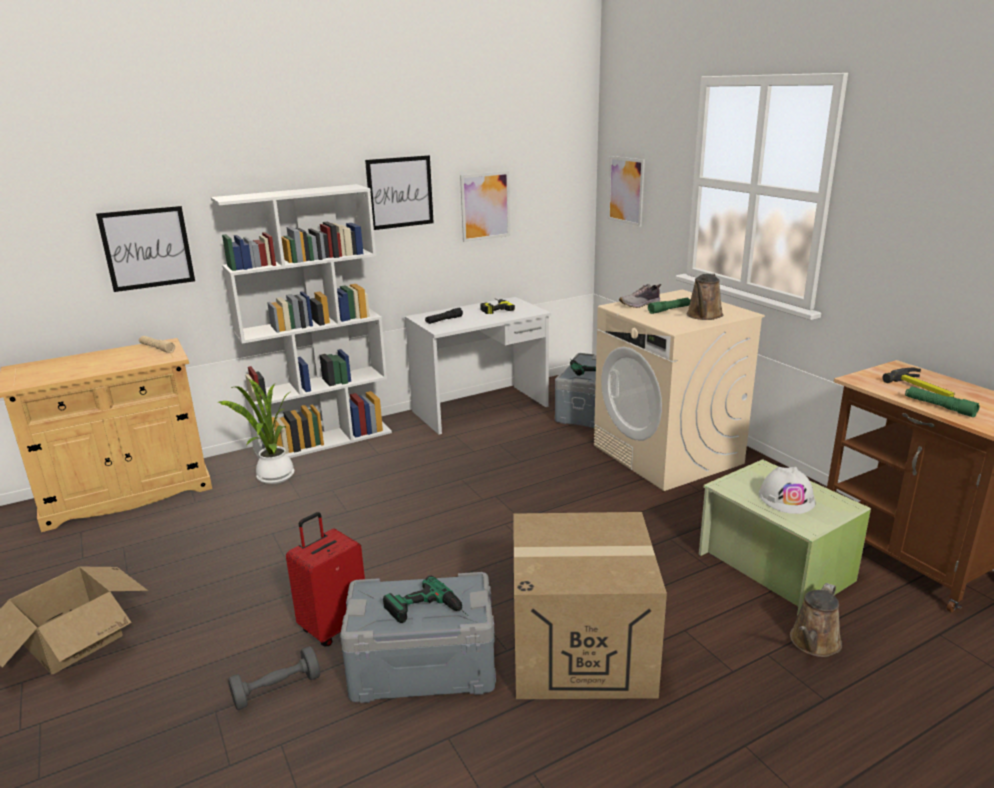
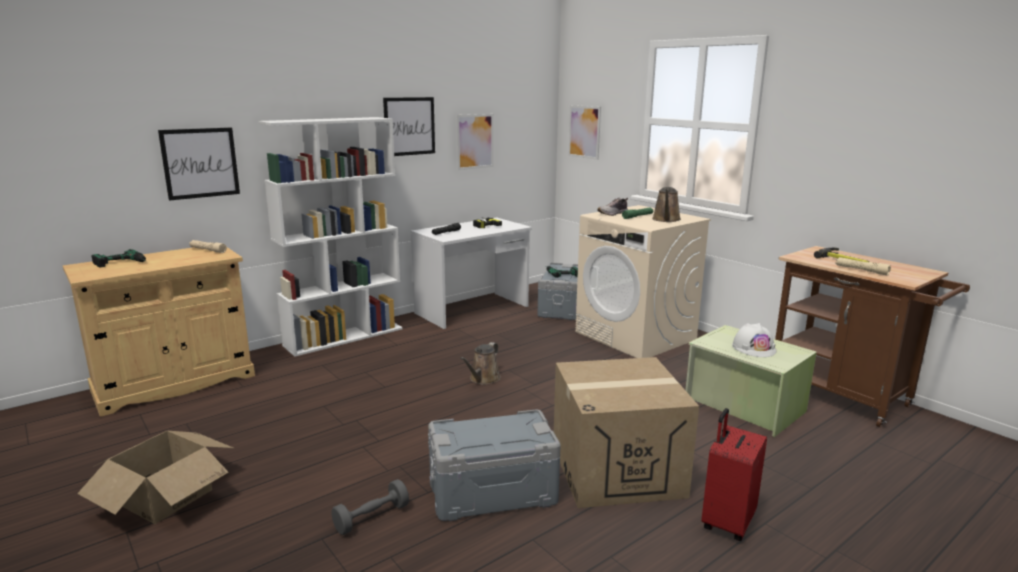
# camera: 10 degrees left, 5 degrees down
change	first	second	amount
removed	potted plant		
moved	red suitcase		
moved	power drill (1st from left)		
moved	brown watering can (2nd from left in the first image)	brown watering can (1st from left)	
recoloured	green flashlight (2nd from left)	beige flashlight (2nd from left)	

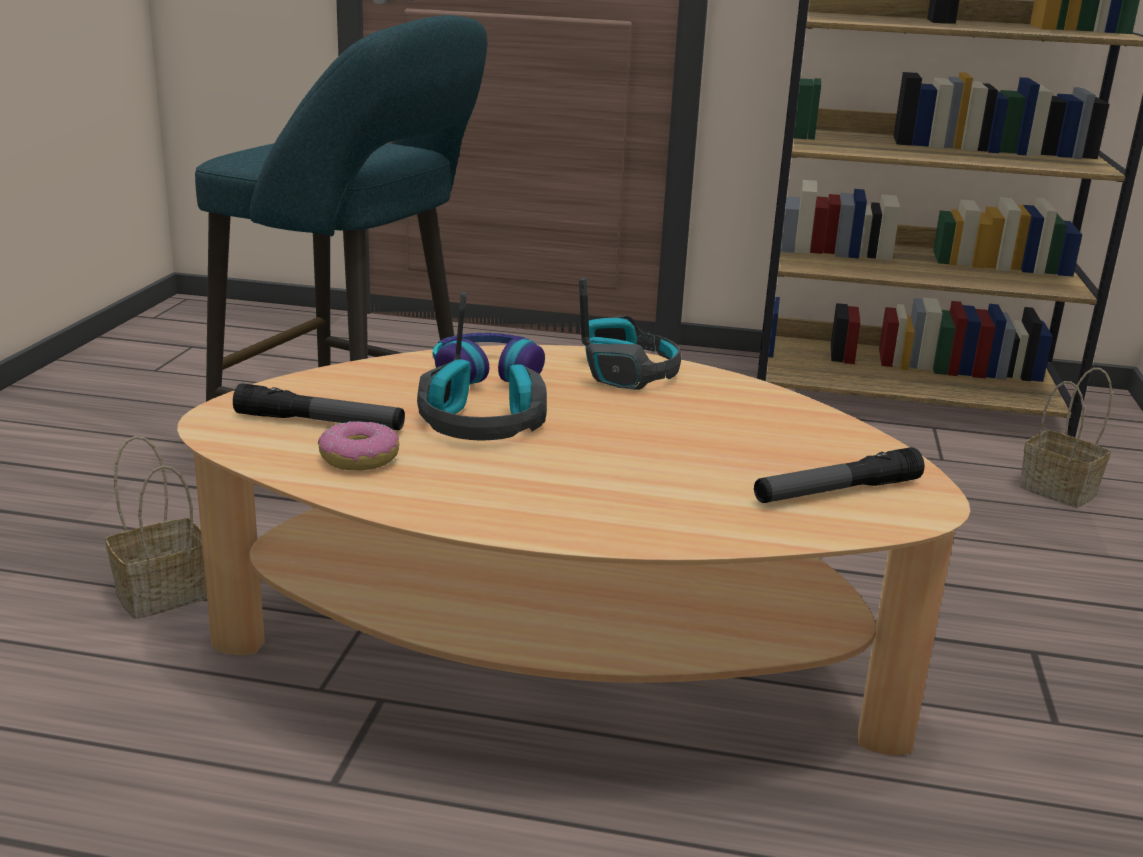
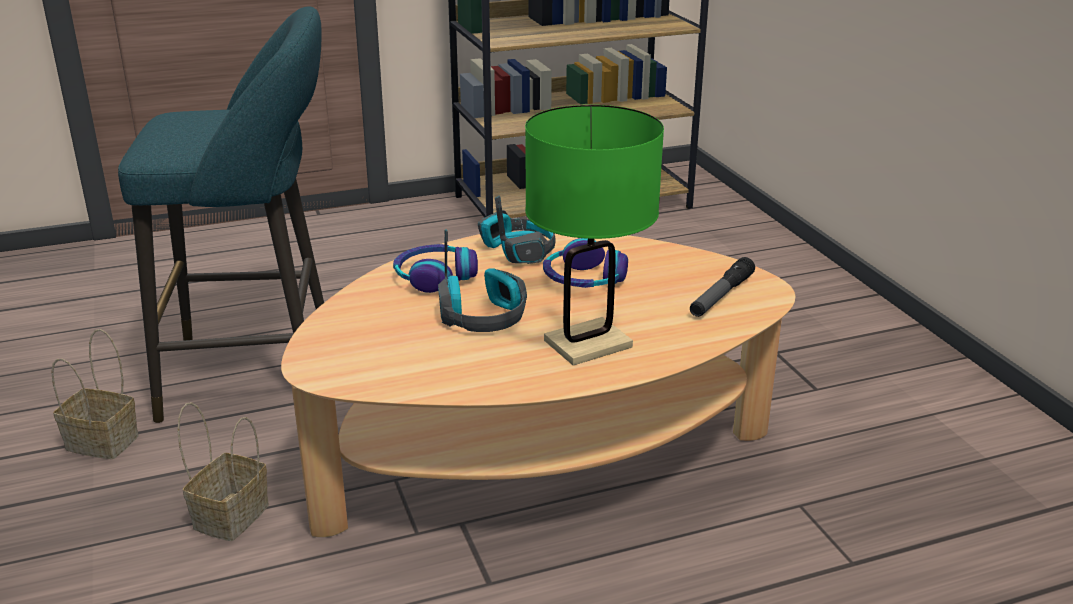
# camera: 30 degrees left, 5 degrees up
change	first	second	amount
removed	flashlight (1st from left)		
removed	donut		
moved	basket (2nd from left in the first image)	basket (1st from left)	
added		green table lamp	
added		headphones (4th from left)	

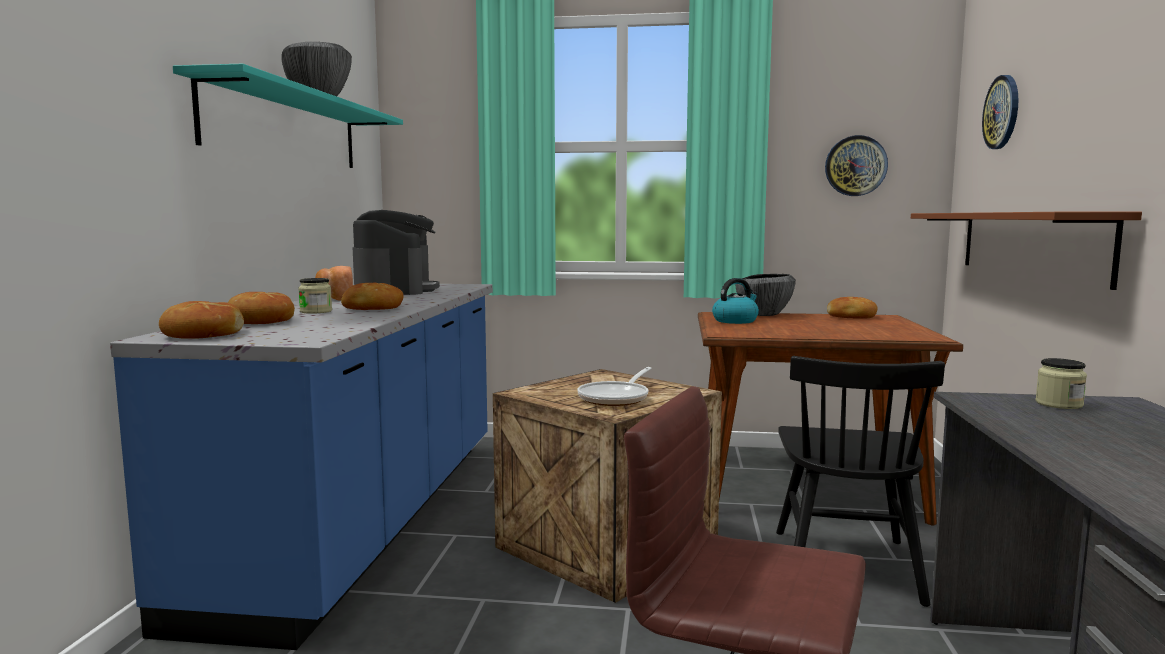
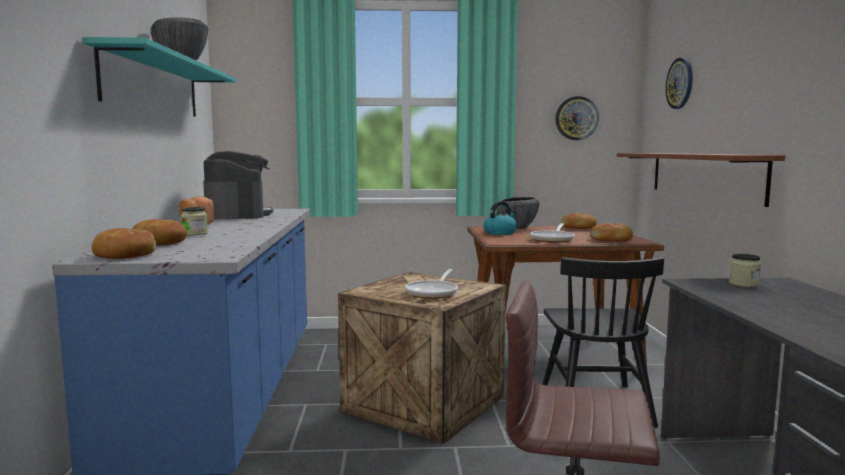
# camera: 10 degrees left, 0 degrees up
change	first	second	amount
moved	bread (4th from left in the first image)	bread (5th from left)	
added		frying pan (2nd from left)	

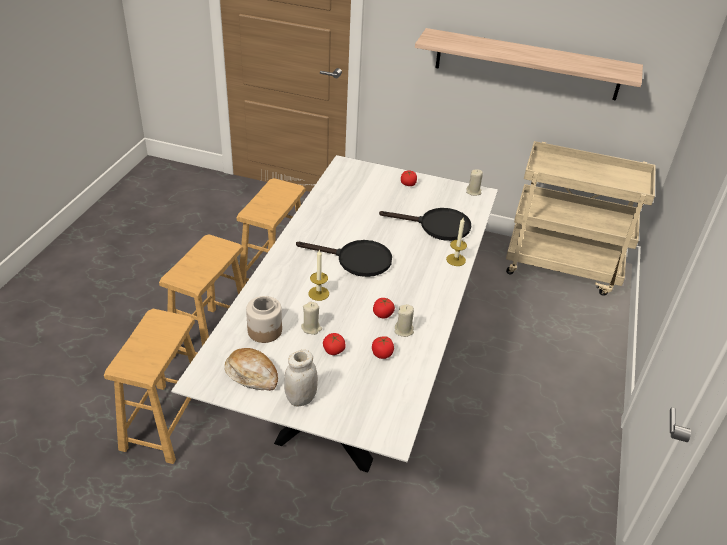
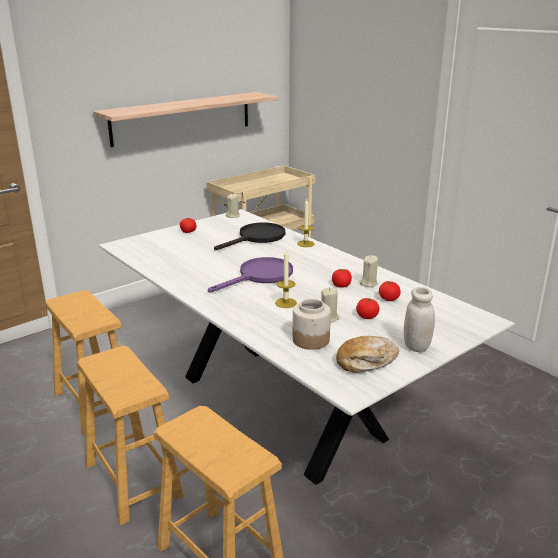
# camera: 55 degrees left, 15 degrees down
change	first	second	amount
recoloured	black frying pan (1st from left)	purple frying pan	

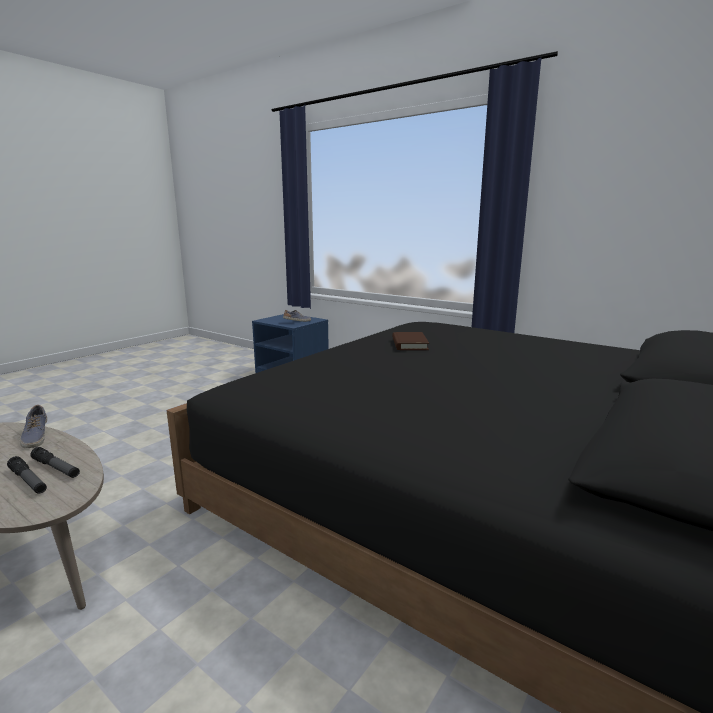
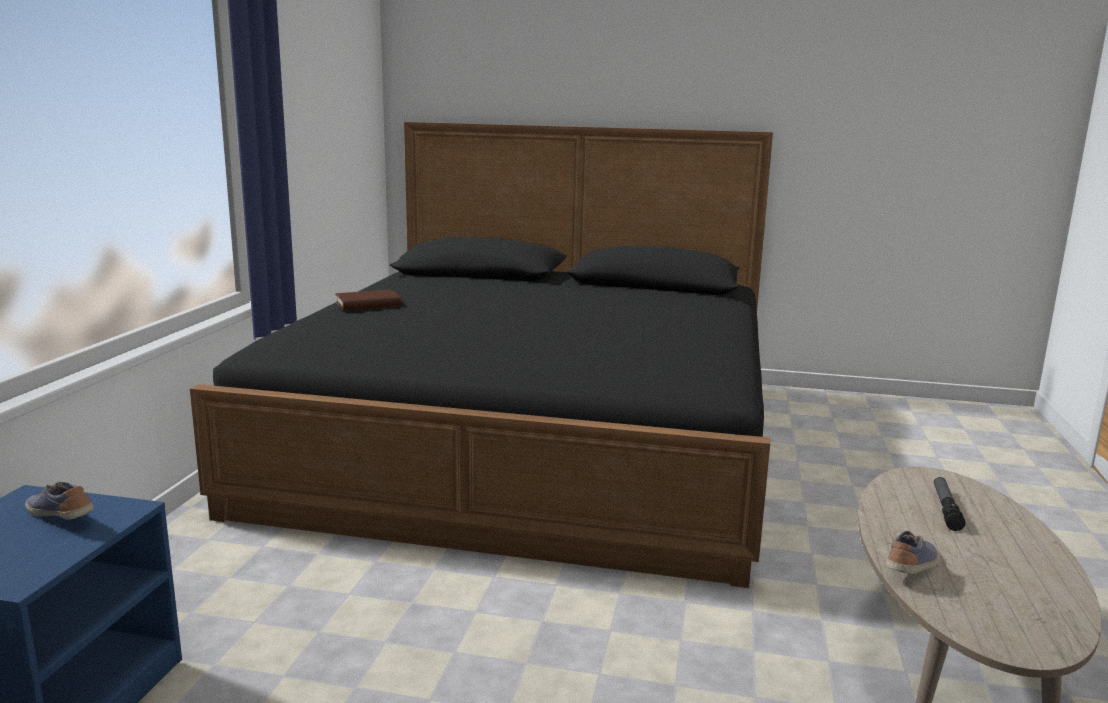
# camera: 115 degrees left, 0 degrees up
change	first	second	amount
removed	flashlight (2nd from left)		
moved	brown book		

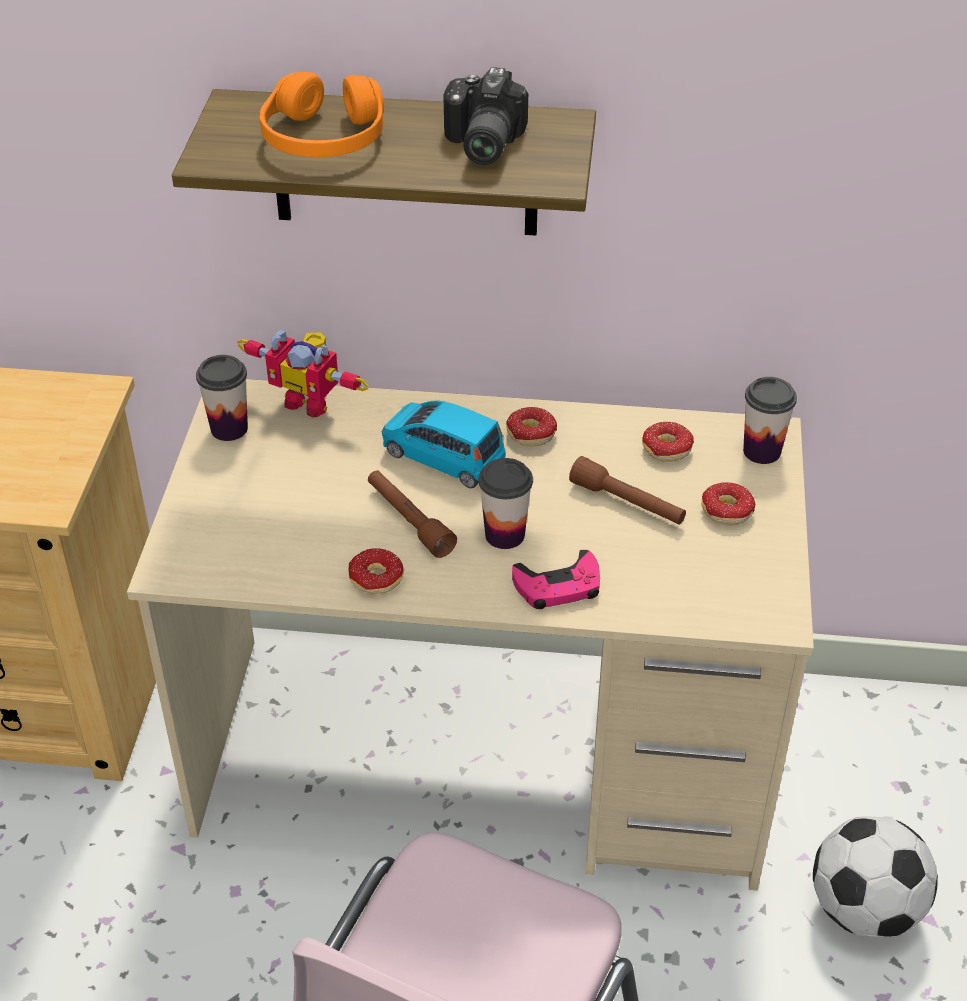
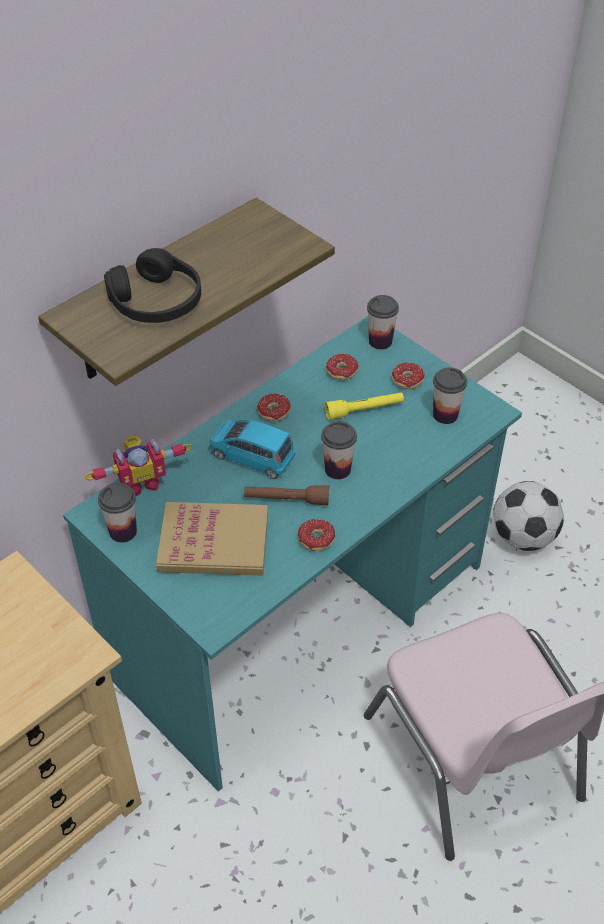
# camera: 50 degrees left, 5 degrees up
change	first	second	amount
recoloured	beige desk	turquoise desk	
recoloured	orange headphones	black headphones	
turned	blue toy car		45 degrees clockwise
removed	photo camera		
removed	pink game controller		
recoloured	brown flashlight (2nd from left)	yellow flashlight	
added		book	
added		cup (4th from left)	

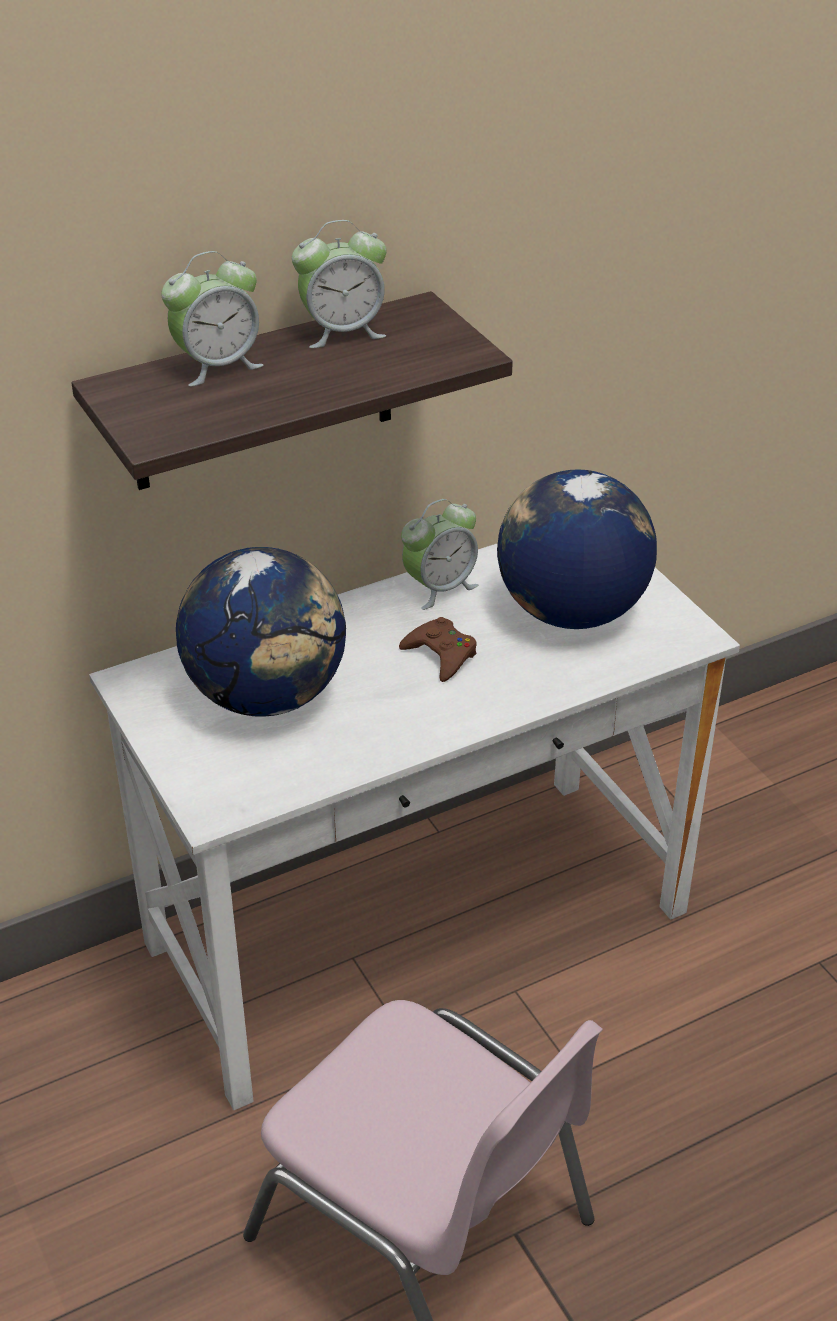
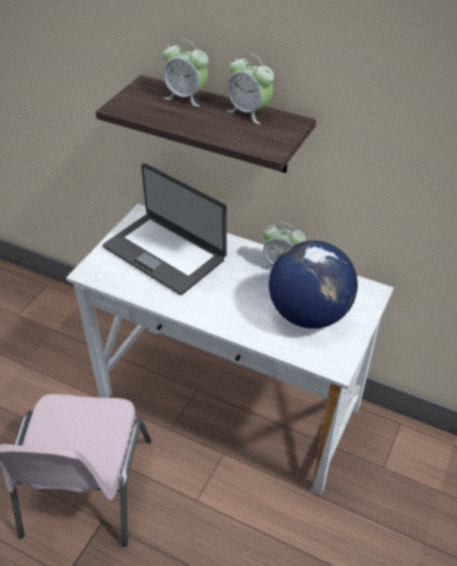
# camera: 55 degrees right, 5 degrees up
change	first	second	amount
replaced	globe (1st from left)	laptop	
removed	brown game controller		

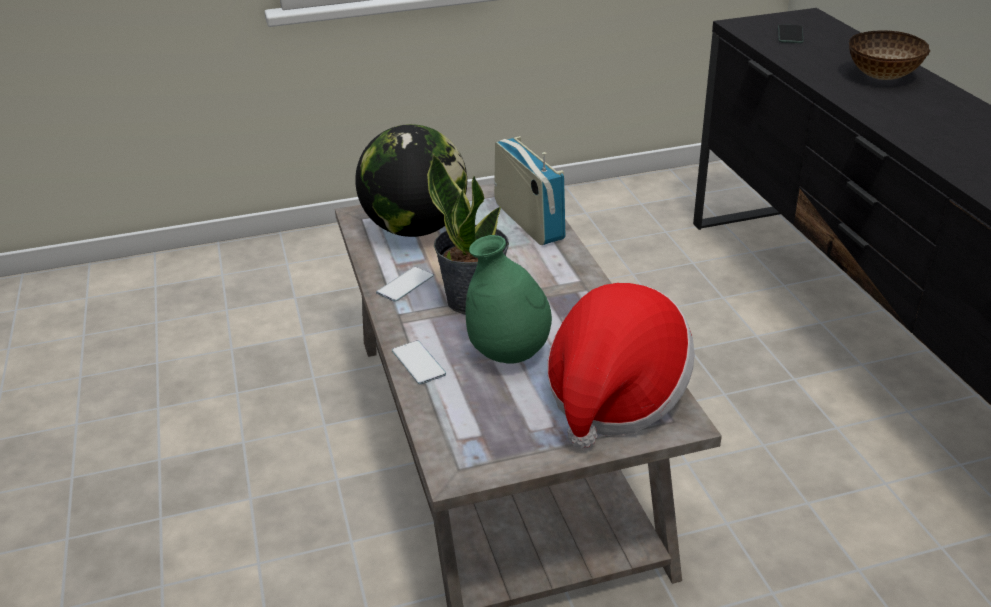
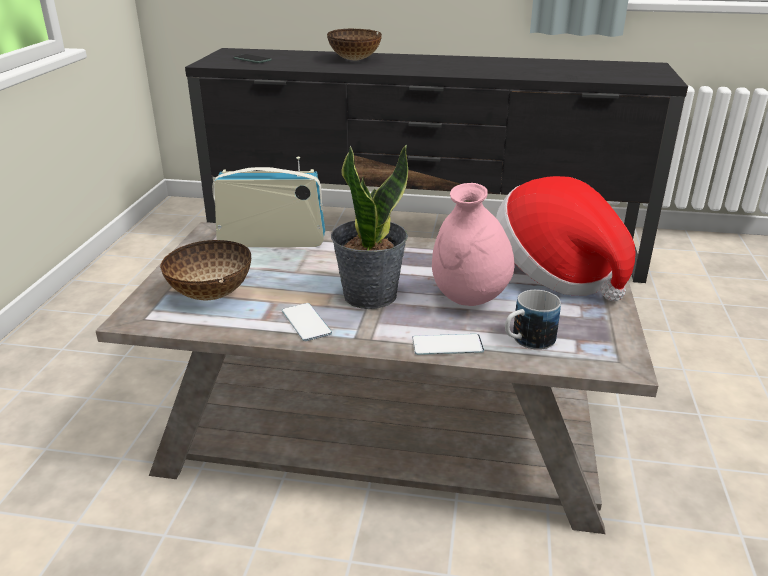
# camera: 65 degrees left, 5 degrees down
change	first	second	amount
replaced	globe	bowl (1st from left)	
recoloured	green vase	pink vase	
added		mug	

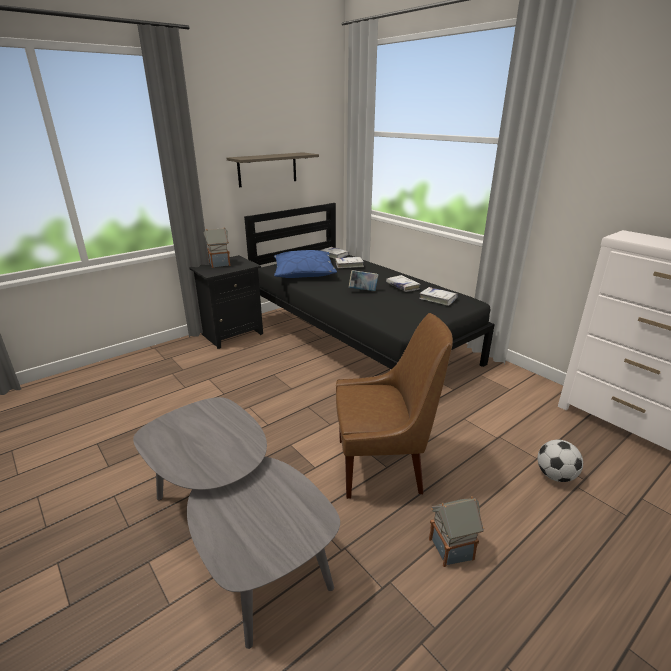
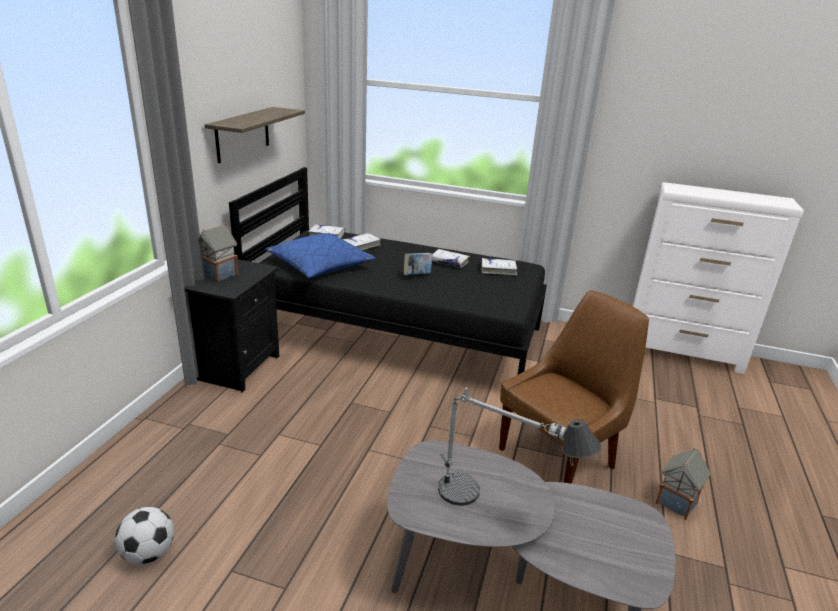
# camera: 35 degrees left, 0 degrees up
change	first	second	amount
moved	football		
added		table lamp	

